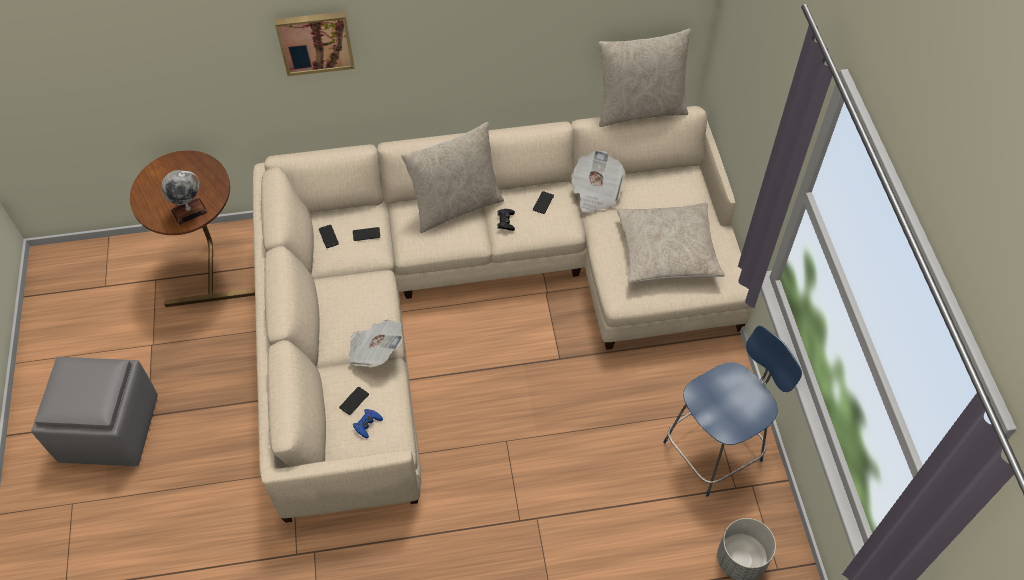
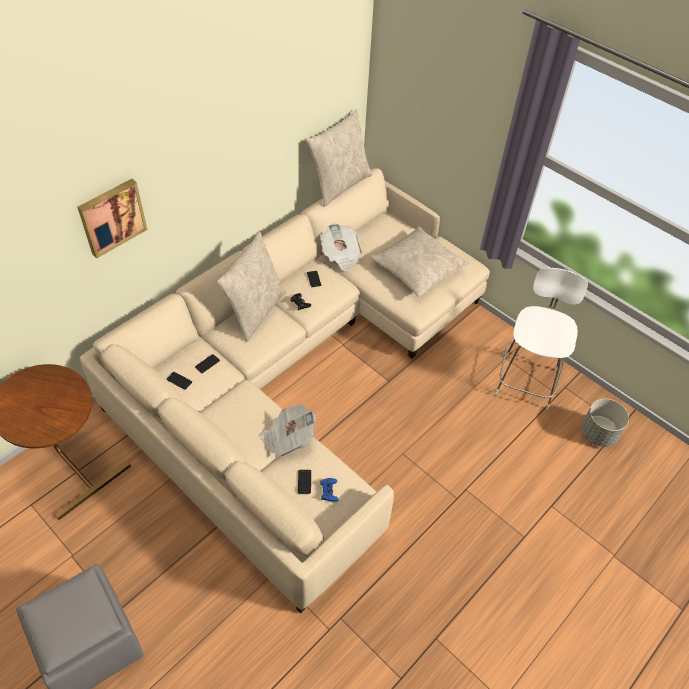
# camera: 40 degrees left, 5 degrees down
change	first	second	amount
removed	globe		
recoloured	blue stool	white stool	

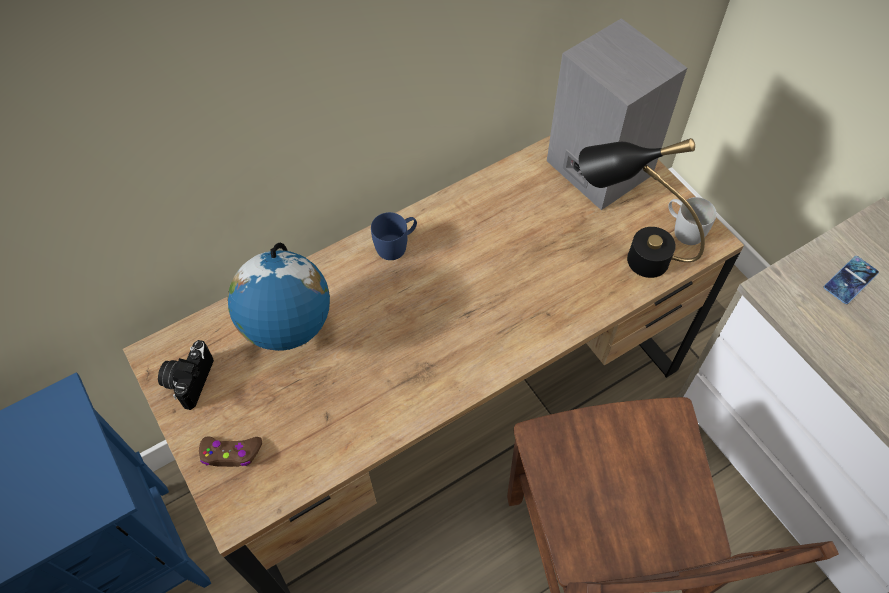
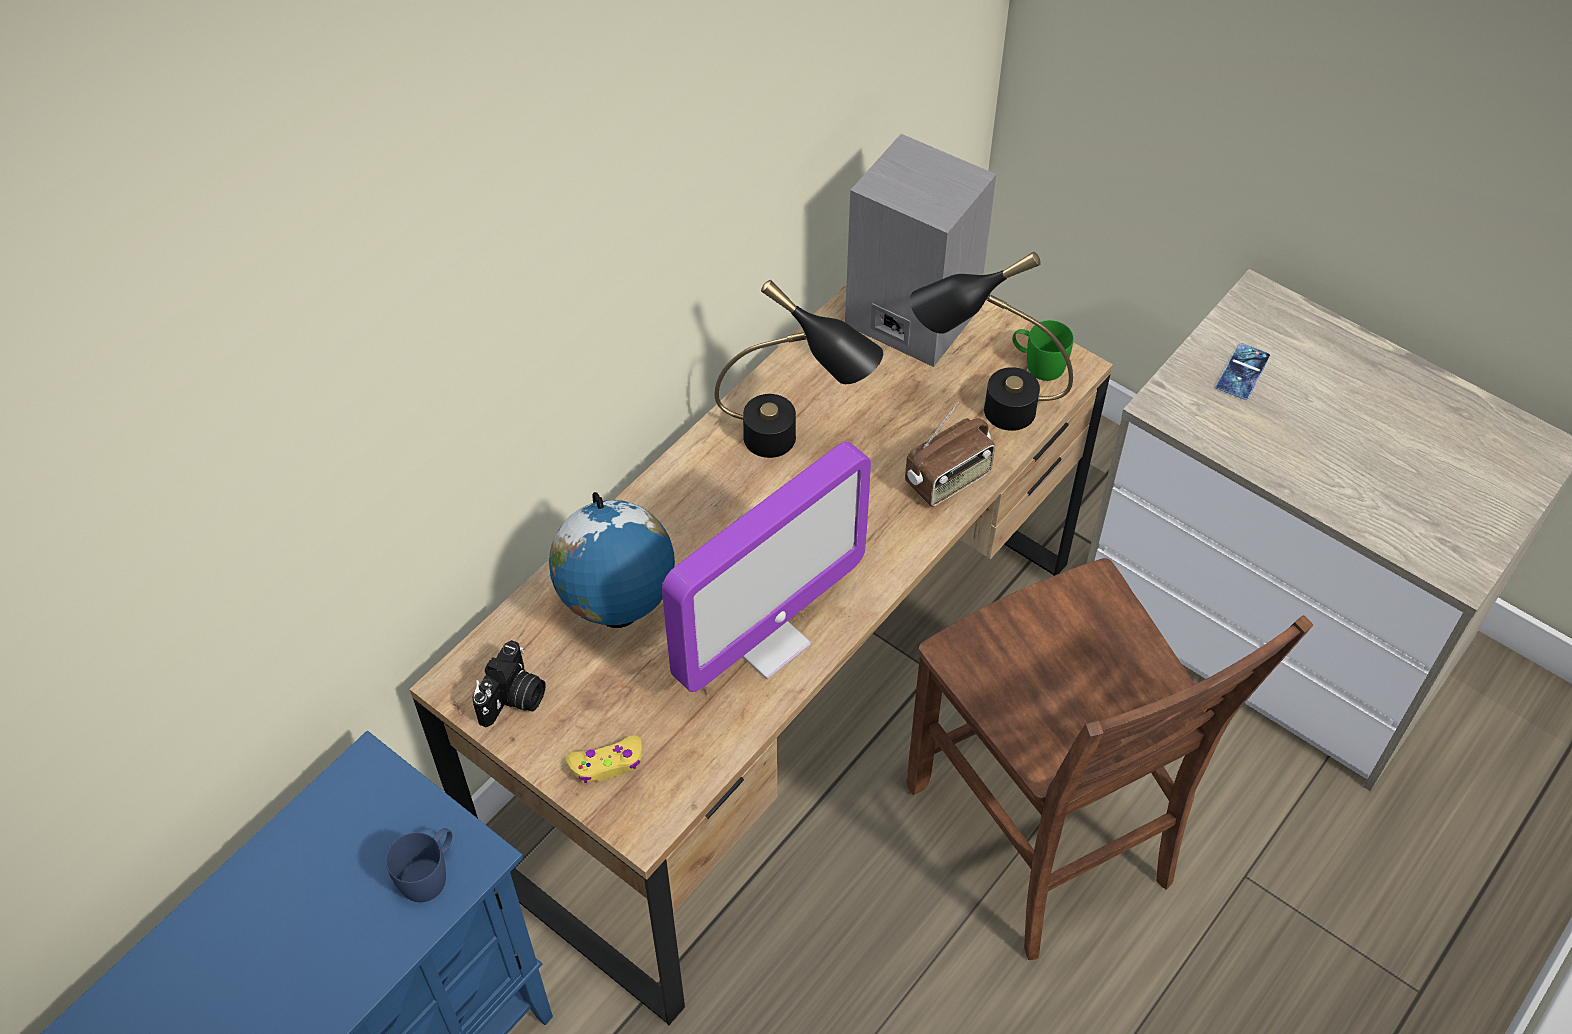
# camera: 20 degrees left, 5 degrees down
change	first	second	amount
turned	photo camera		150 degrees counterclockwise
recoloured	brown game controller	yellow game controller	
moved	blue mug		
recoloured	white mug	green mug	
added		monitor	
added		black table lamp (1st from left)	
added		radio	

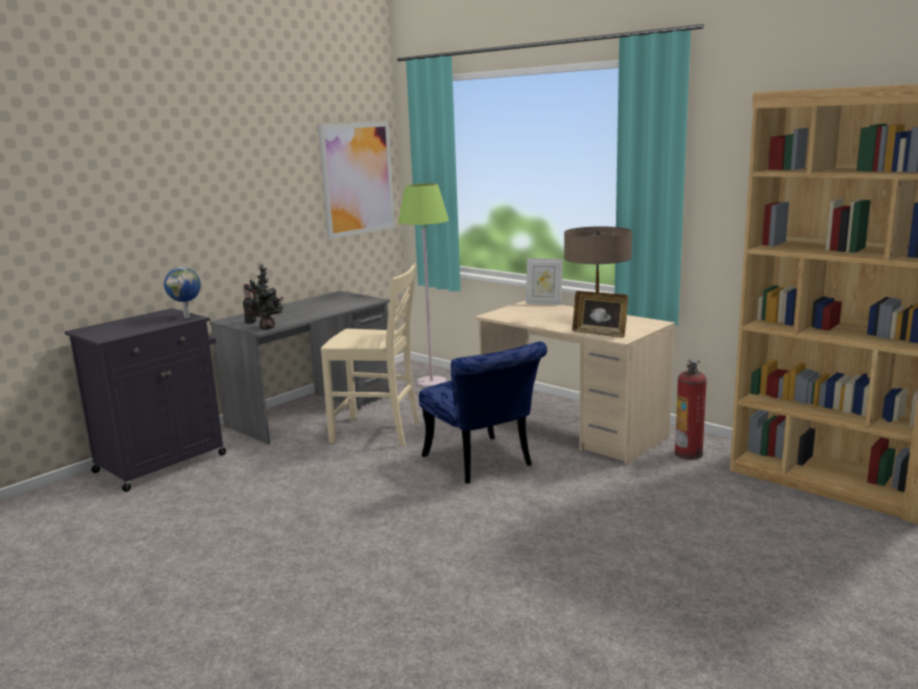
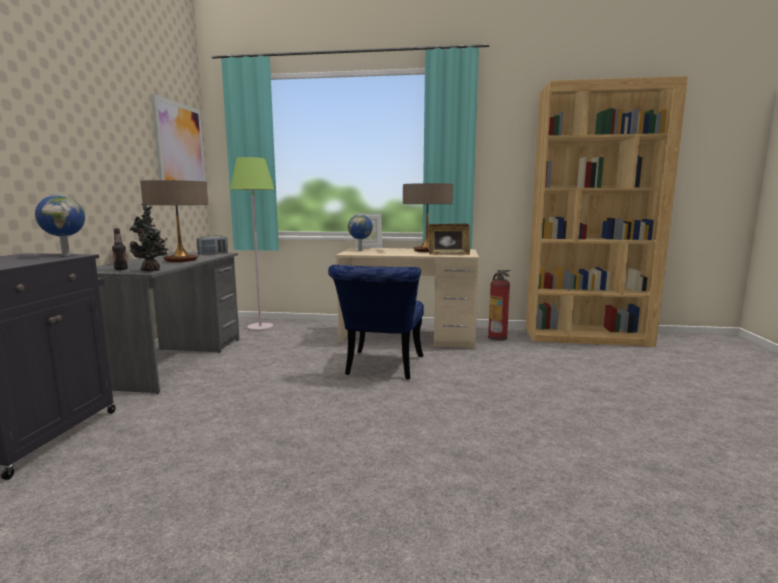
# camera: 35 degrees left, 5 degrees down
change	first	second	amount
removed	beige chair		
turned	blue chair		75 degrees clockwise
added		table lamp (1st from left)	
added		radio	
added		globe (2nd from left)	

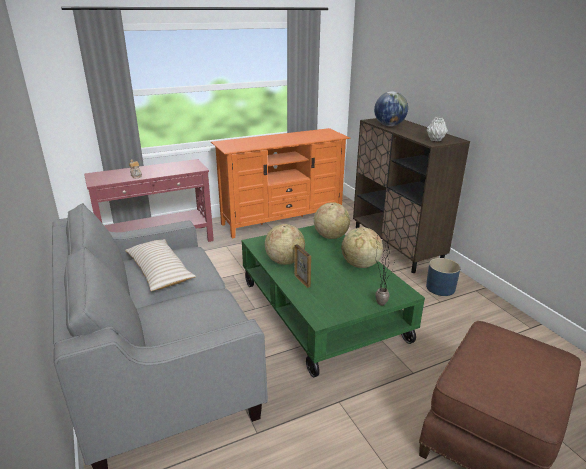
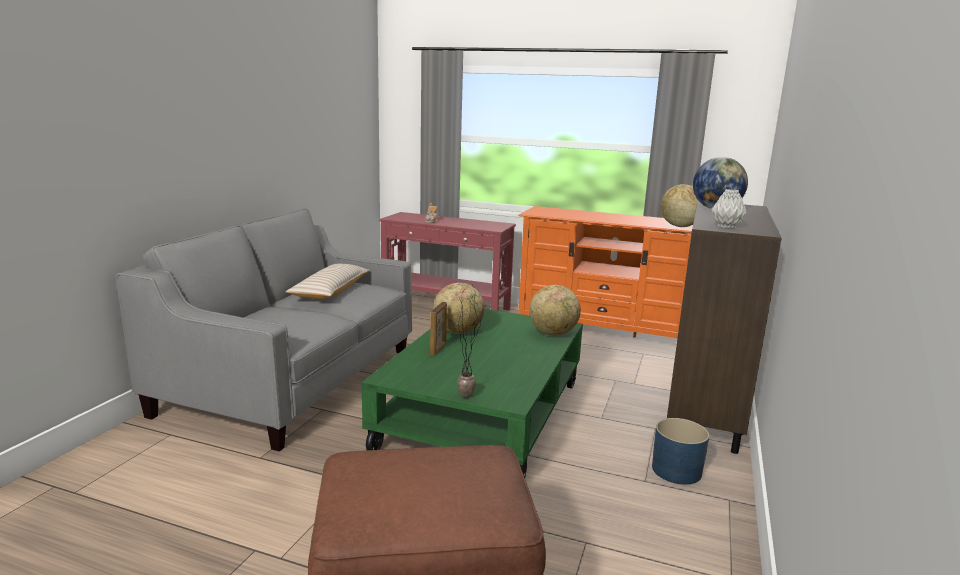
# camera: 45 degrees right, 10 degrees down
change	first	second	amount
moved	globe (3rd from left)		

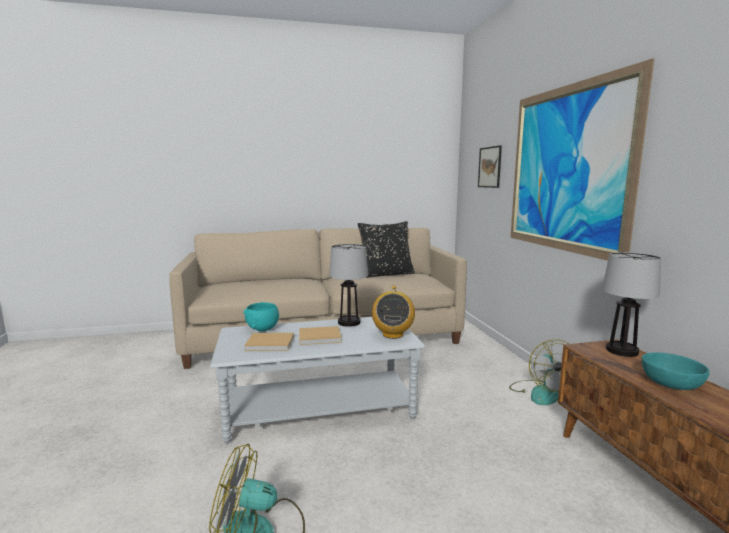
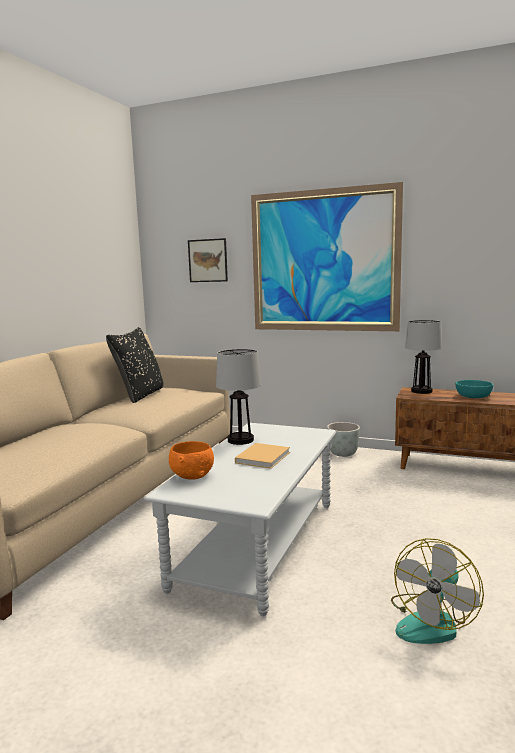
# camera: 55 degrees left, 0 degrees up
change	first	second	amount
recoloured	turquoise bowl (1st from left)	orange bowl	
removed	beige book (1st from left)		
removed	radio		
replaced	fan (2nd from left)	grey planter	

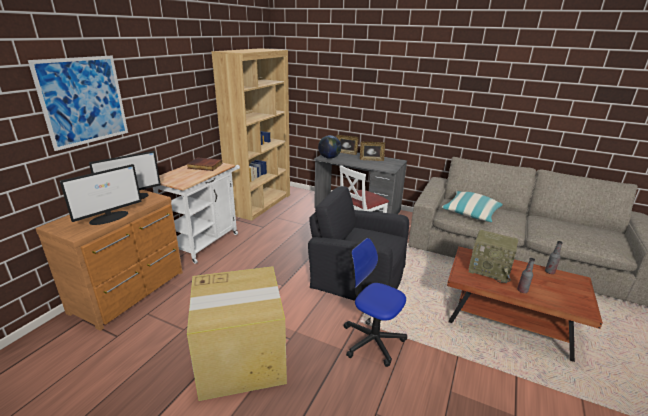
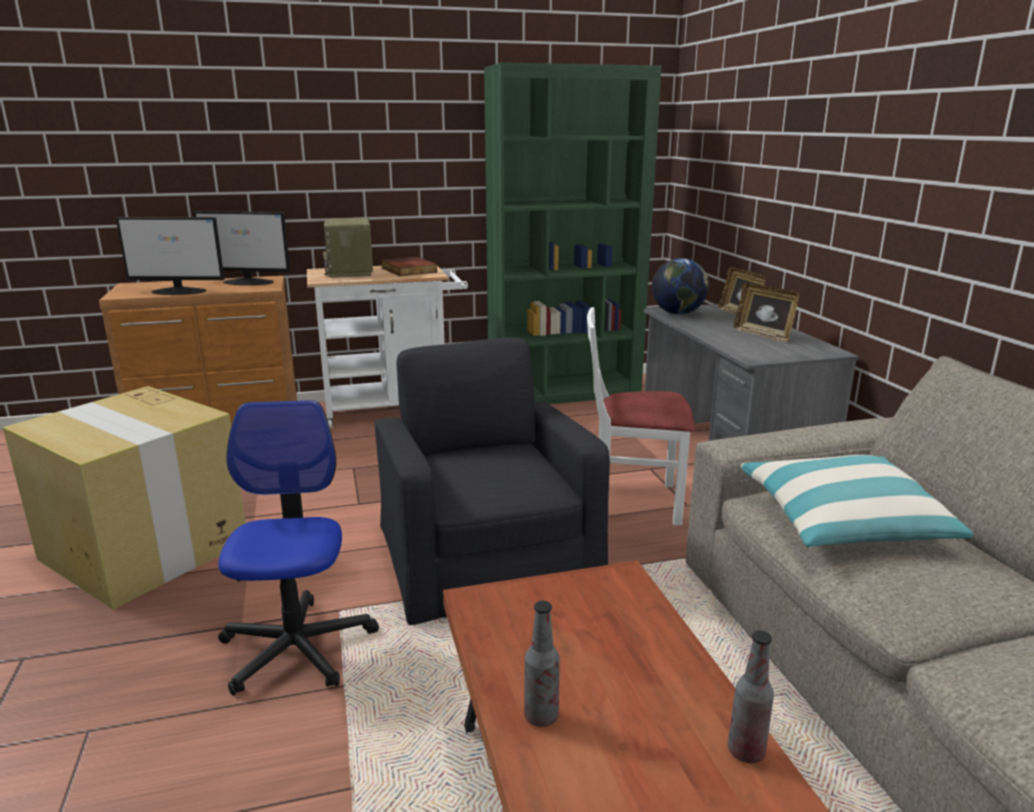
# camera: 50 degrees right, 5 degrees down
change	first	second	amount
removed	picture		
recoloured	brown bookcase	green bookcase	
moved	radio		

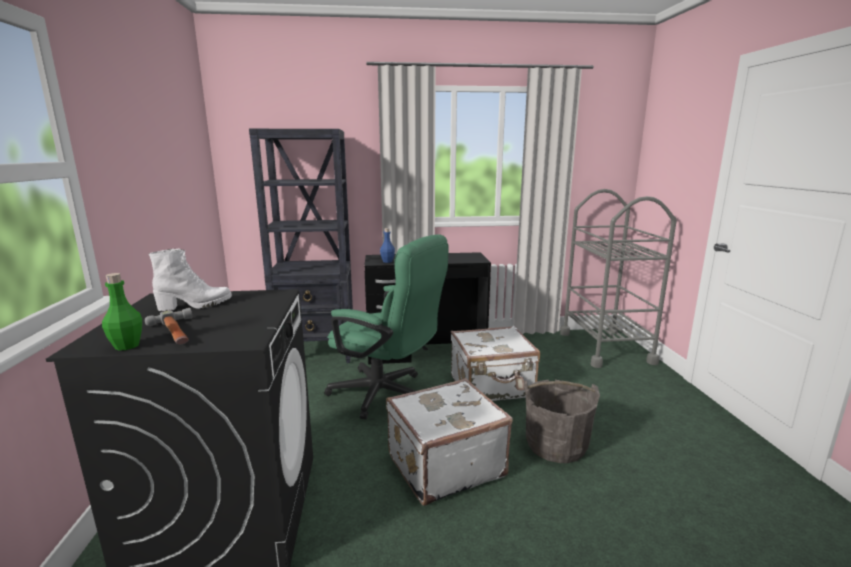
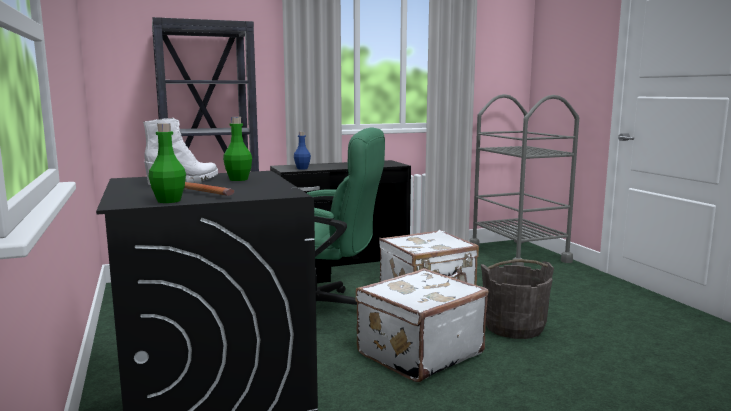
# camera: 15 degrees left, 5 degrees down
change	first	second	amount
added		green bottle (2nd from left)	

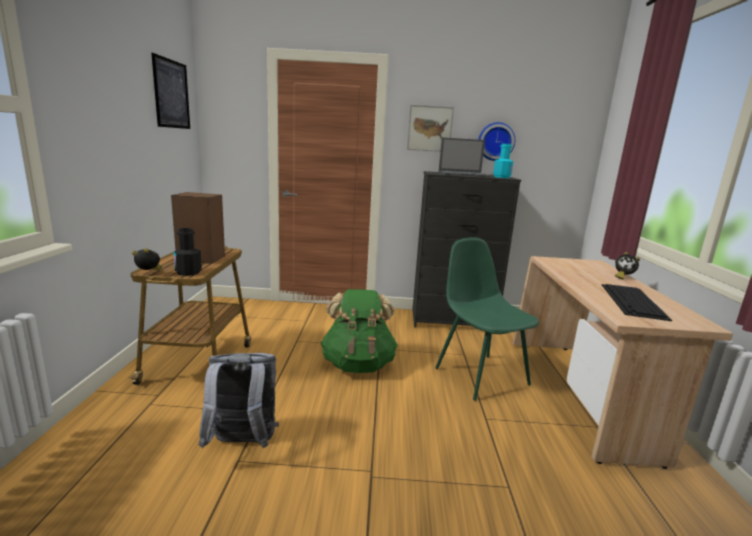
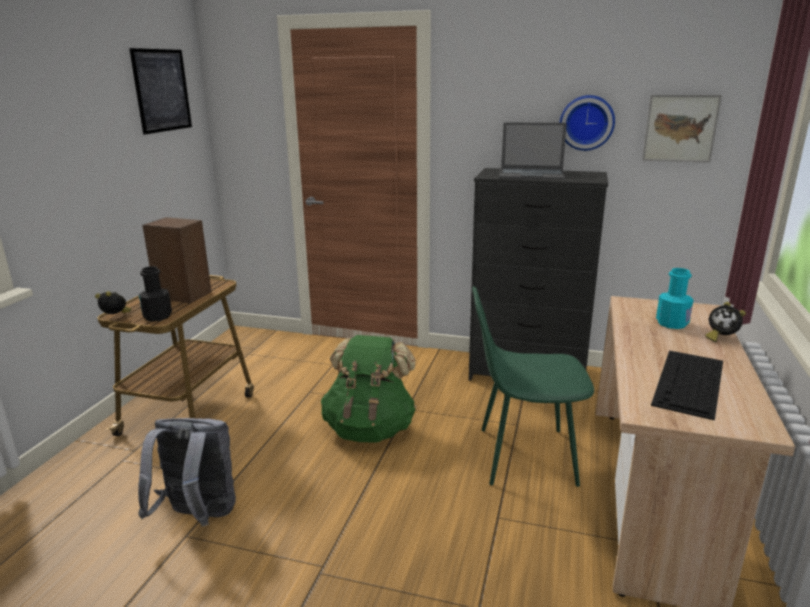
# camera: 15 degrees right, 5 degrees up
change	first	second	amount
moved	picture (2nd from left)		
turned	green chair		75 degrees counterclockwise
moved	turquoise bottle		

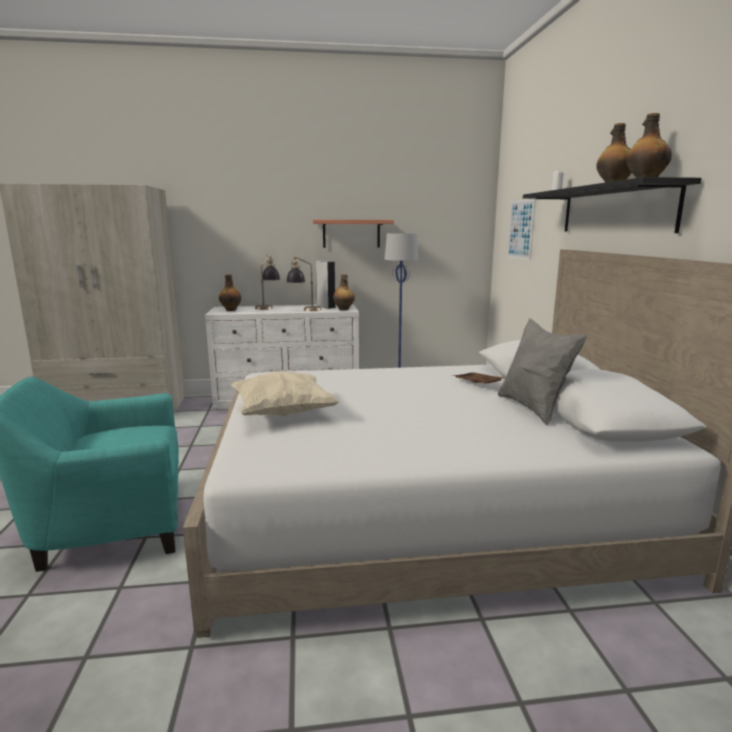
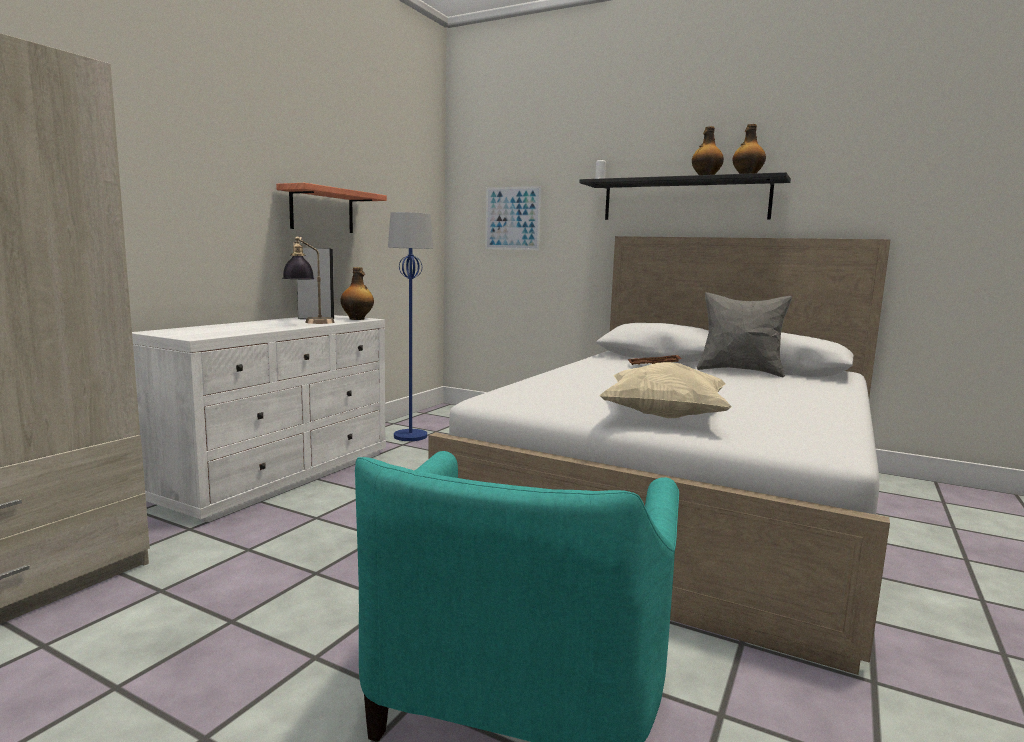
# camera: 55 degrees left, 5 degrees down
change	first	second	amount
removed	bottle (1st from left)		
removed	table lamp (1st from left)		

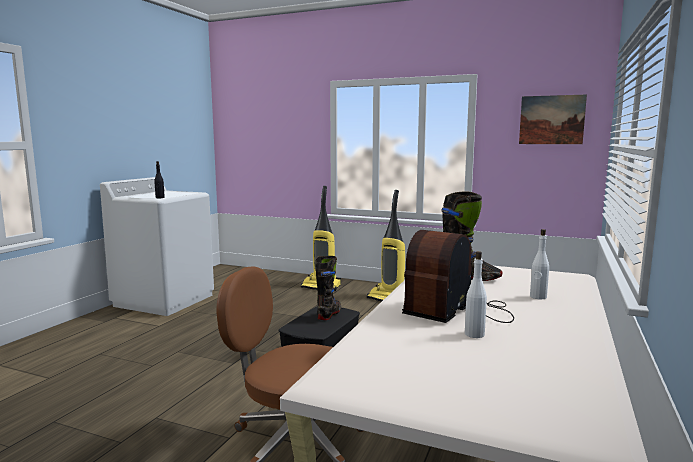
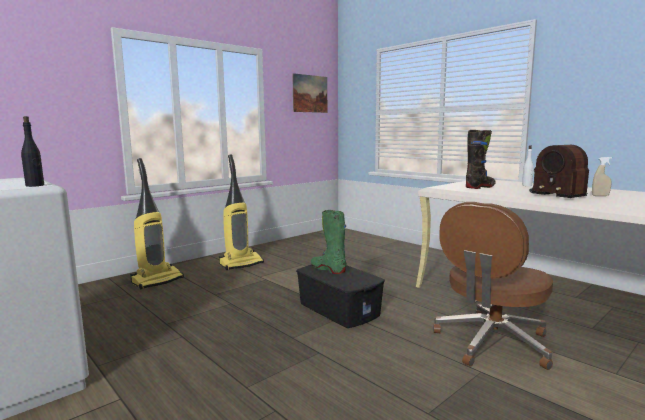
# camera: 65 degrees left, 0 degrees up
change	first	second	amount
recoloured	black boot (1st from left)	green boot	
replaced	white bottle (1st from left)	beige spray bottle	

